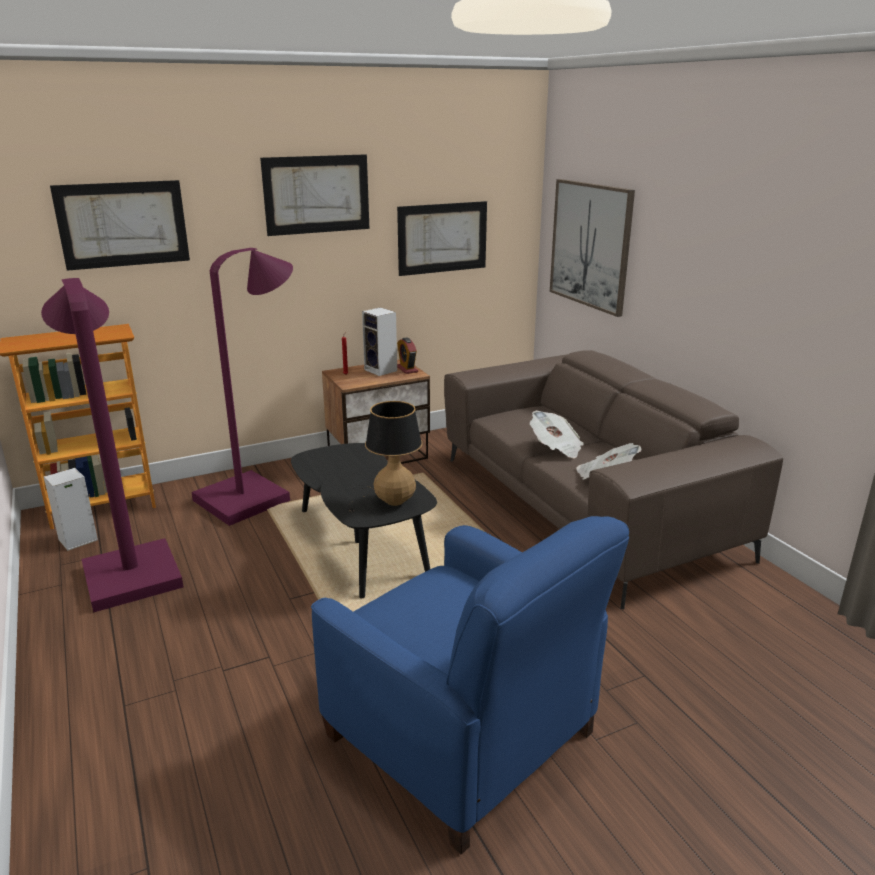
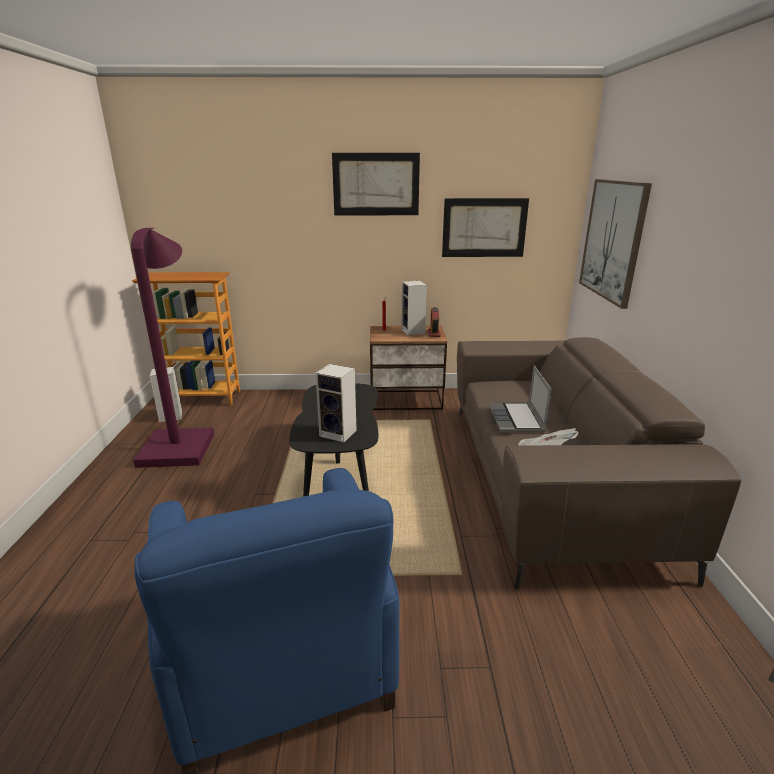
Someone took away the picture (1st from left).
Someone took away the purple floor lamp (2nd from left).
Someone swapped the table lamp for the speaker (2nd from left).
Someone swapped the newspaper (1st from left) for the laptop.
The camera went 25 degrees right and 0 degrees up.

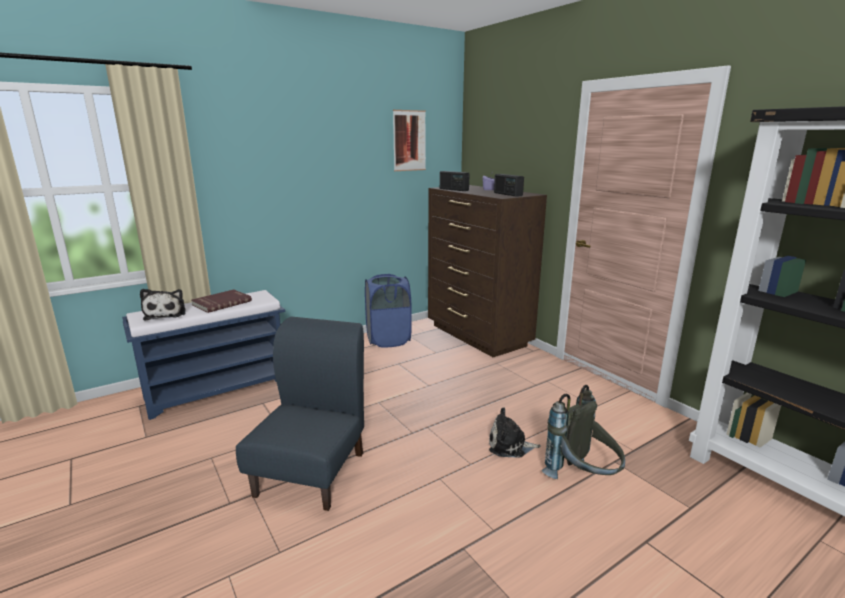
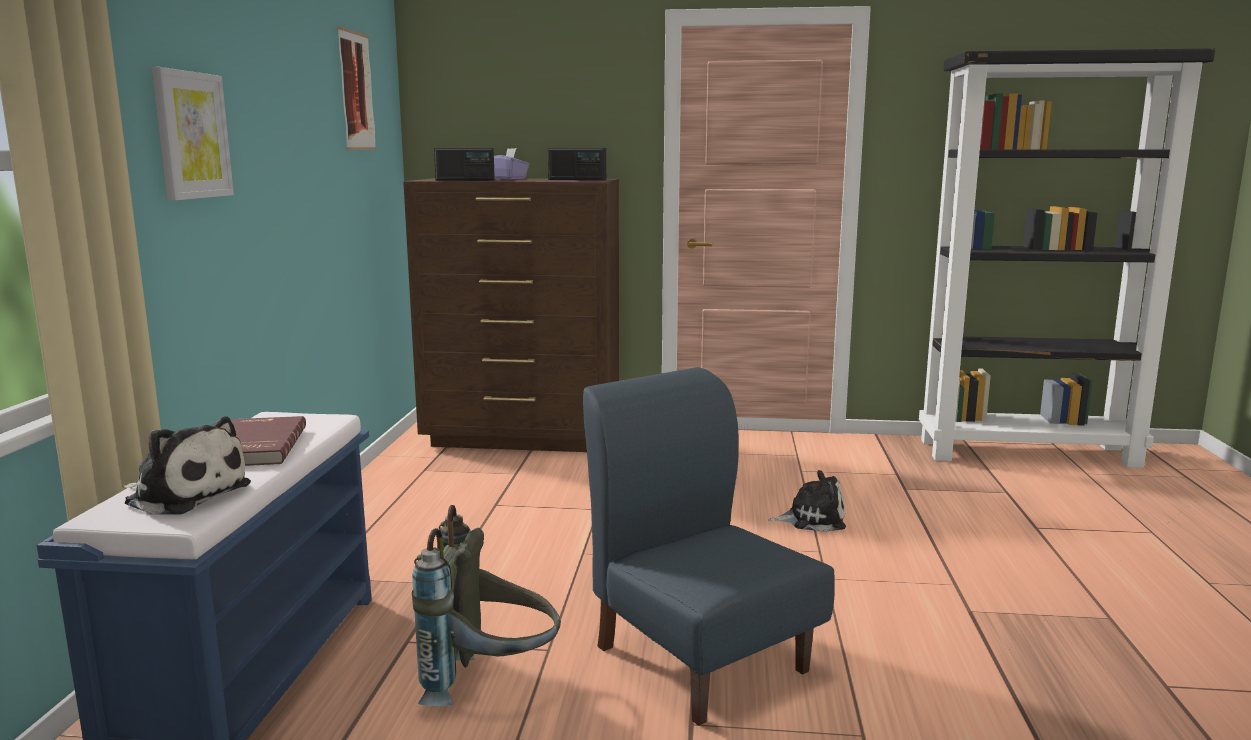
Someone took away the blue laundry basket.
Someone put up the picture (1st from left).
Someone carried the grey backpack.
Someone rotated the plush toy (2nd from left) by 135 degrees counterclockwise.
The camera went 50 degrees left and 5 degrees down.

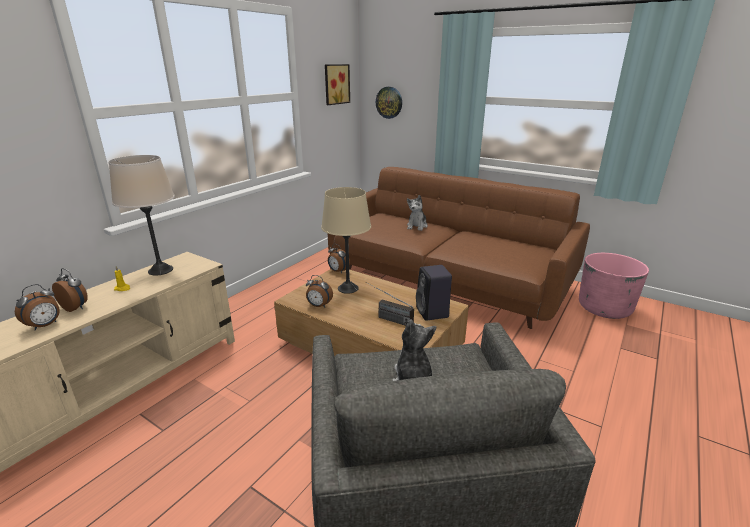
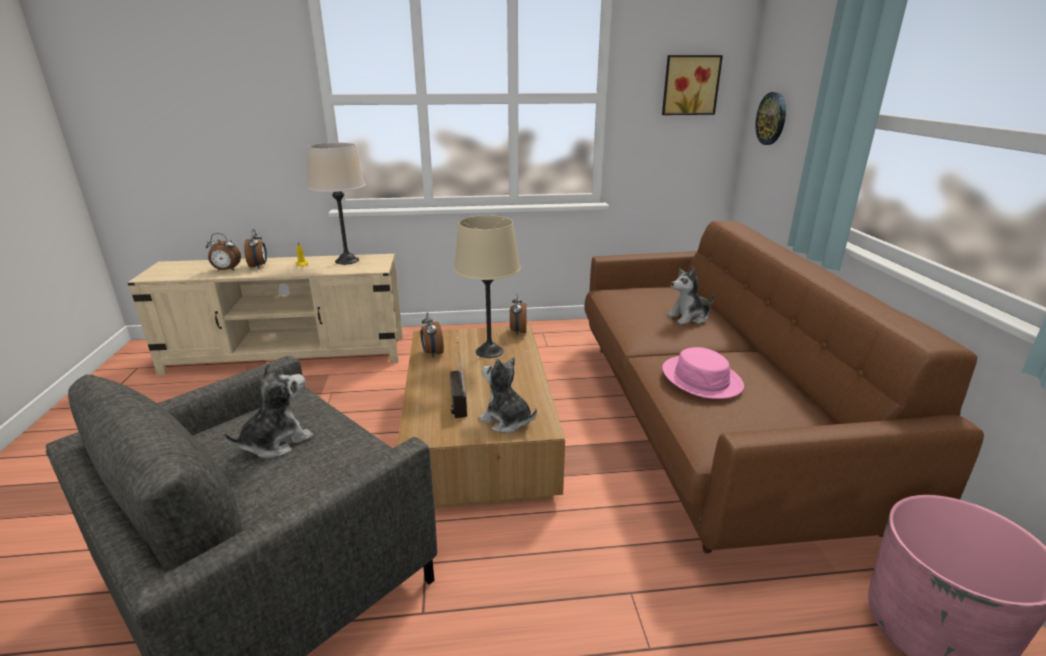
Someone put down the pink hat.
Someone swapped the black speaker for the plush toy (2nd from left).
The camera went 50 degrees right and 0 degrees up.

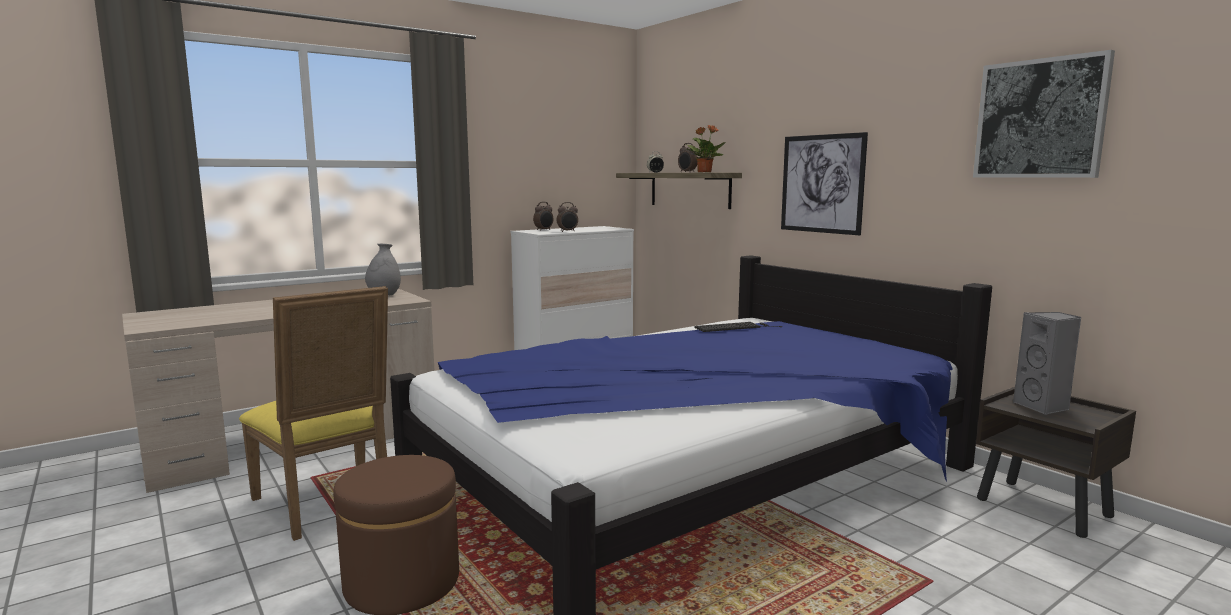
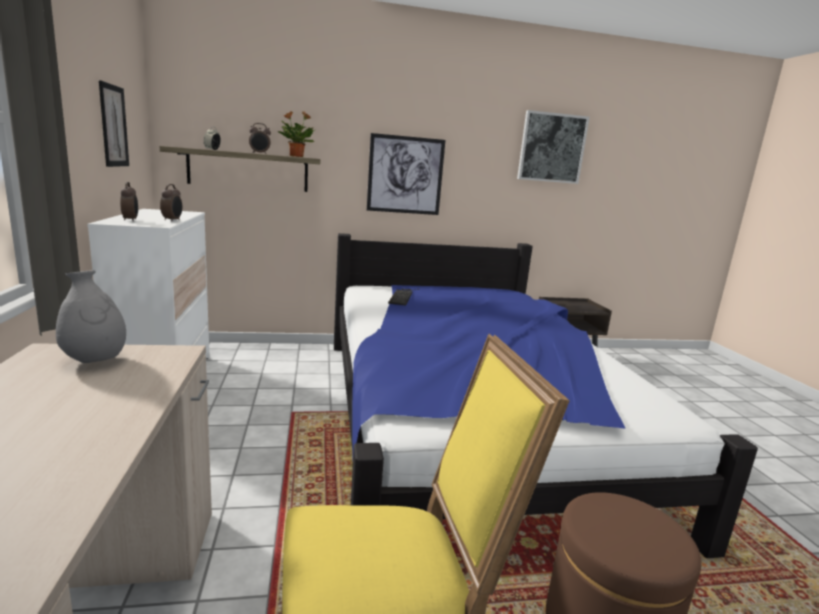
Someone took away the grey speaker.
Someone put up the picture (1st from left).
The camera went 65 degrees left and 5 degrees up.

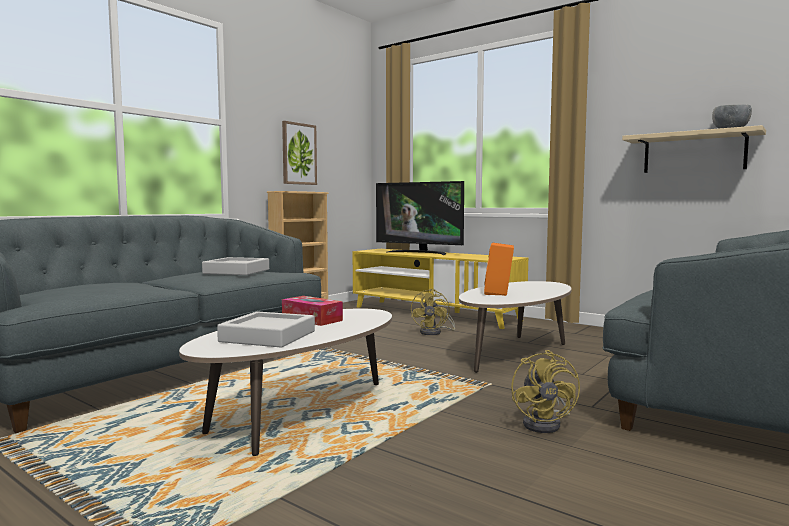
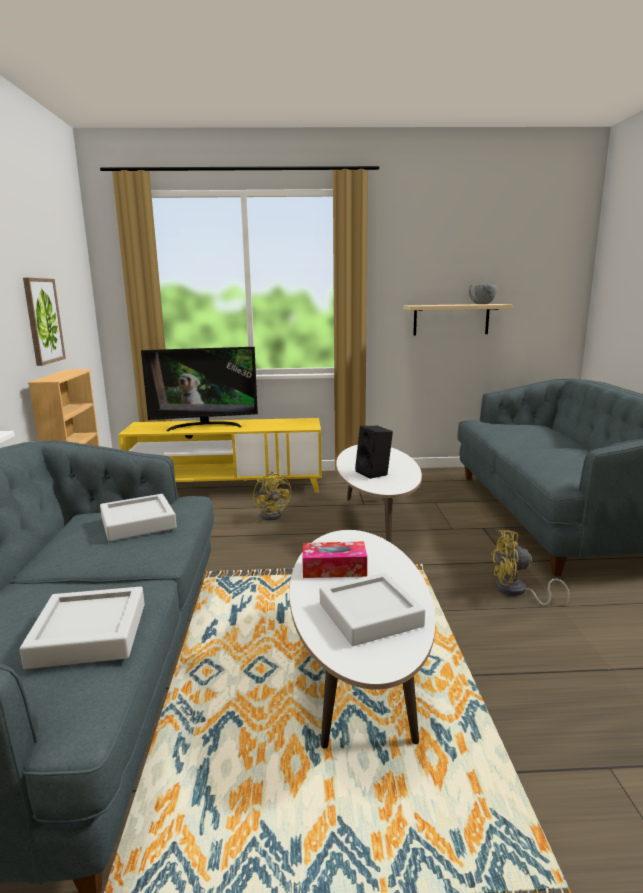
Someone put down the grey tray (1st from left).
Someone repainted the orange speaker, which became the black speaker.
Someone rotated the yellow fan (2nd from left) by 135 degrees clockwise.
The camera went 40 degrees left and 10 degrees up.

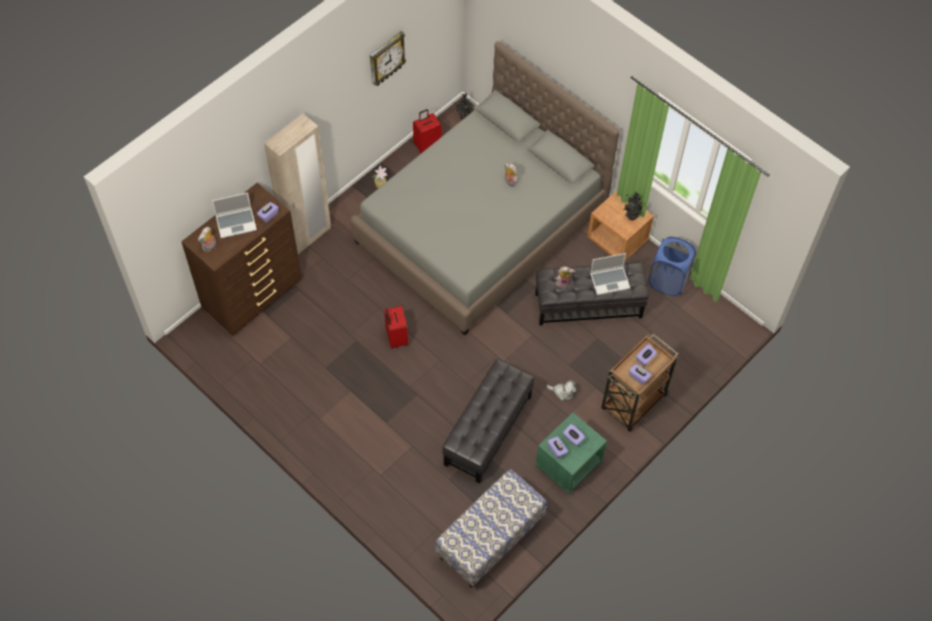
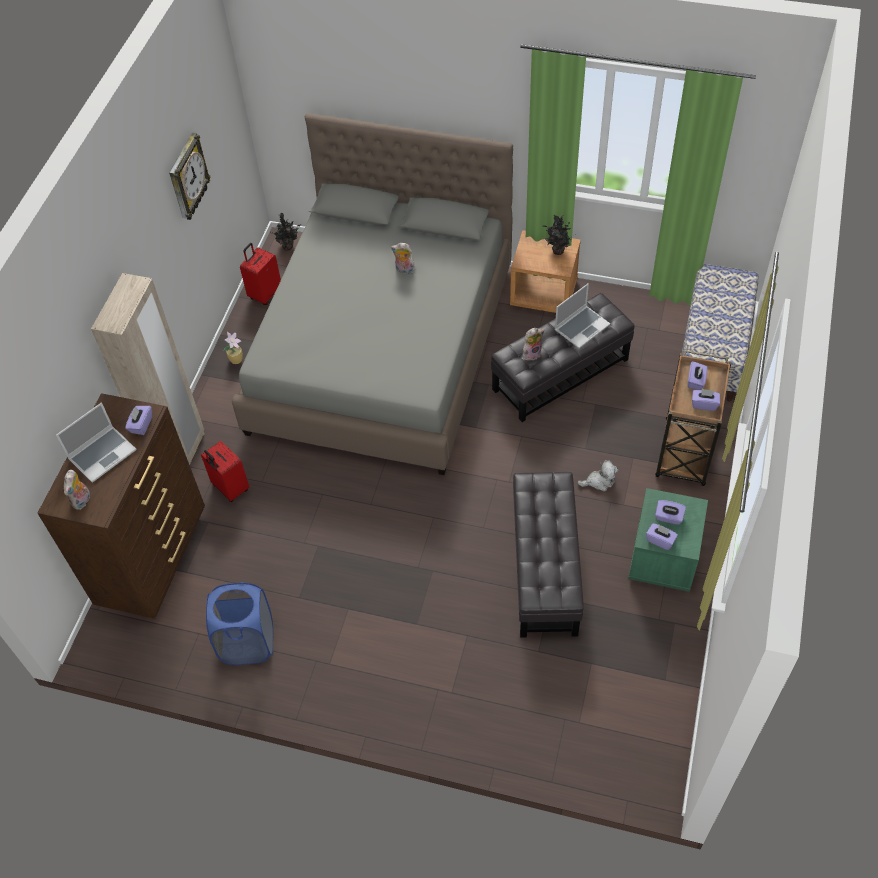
Someone carried the red suitcase (1st from left).
Someone carried the bench.
Someone carried the blue laundry basket.
The camera went 25 degrees left and 5 degrees down.

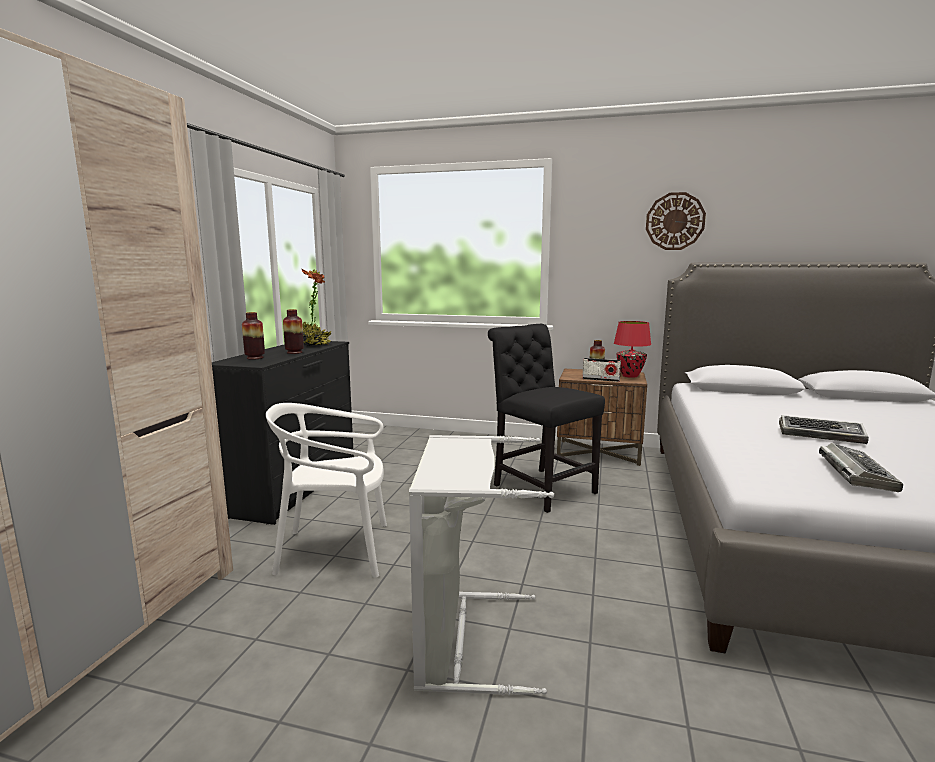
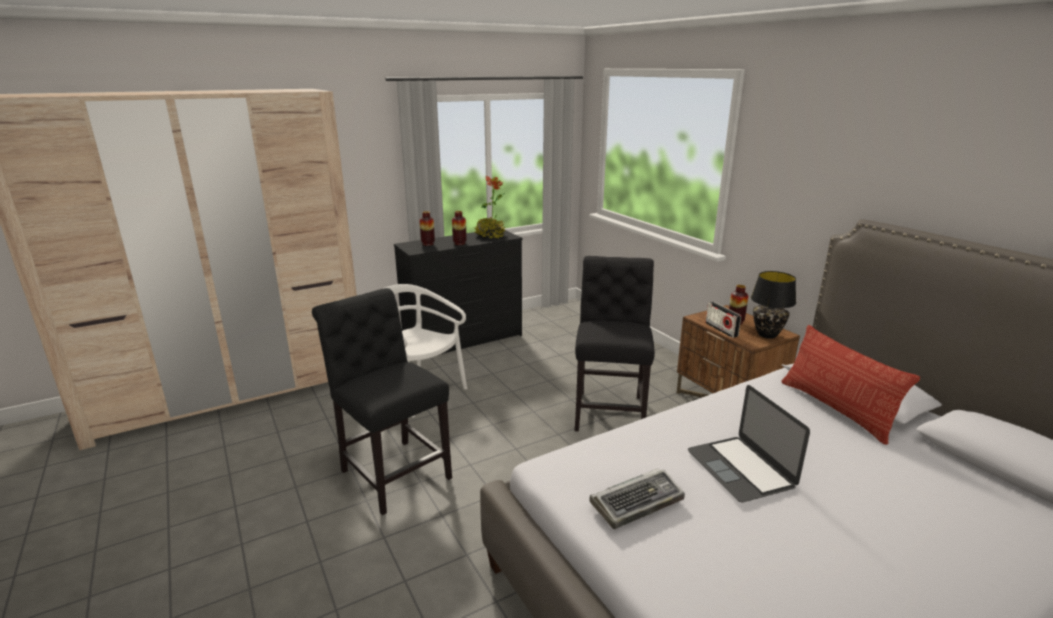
Someone took away the wall clock.
Someone put down the pillow.
Someone swapped the grey laundry basket for the black chair (1st from left).
Someone swapped the keyboard (1st from left) for the laptop.
Someone repainted the red table lamp, which became the black table lamp.
The camera went 45 degrees right and 10 degrees up.

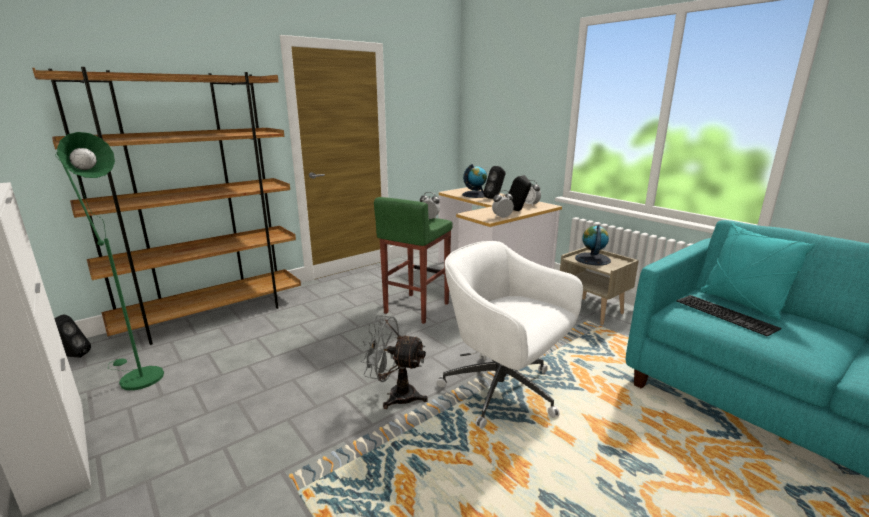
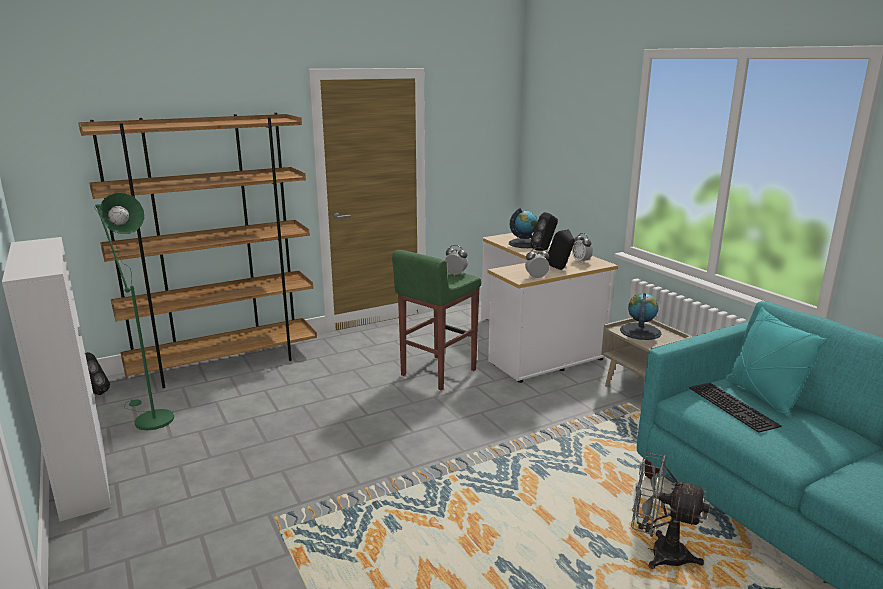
Someone took away the white office chair.
Someone carried the grey fan.
The camera went 10 degrees right and 0 degrees up.

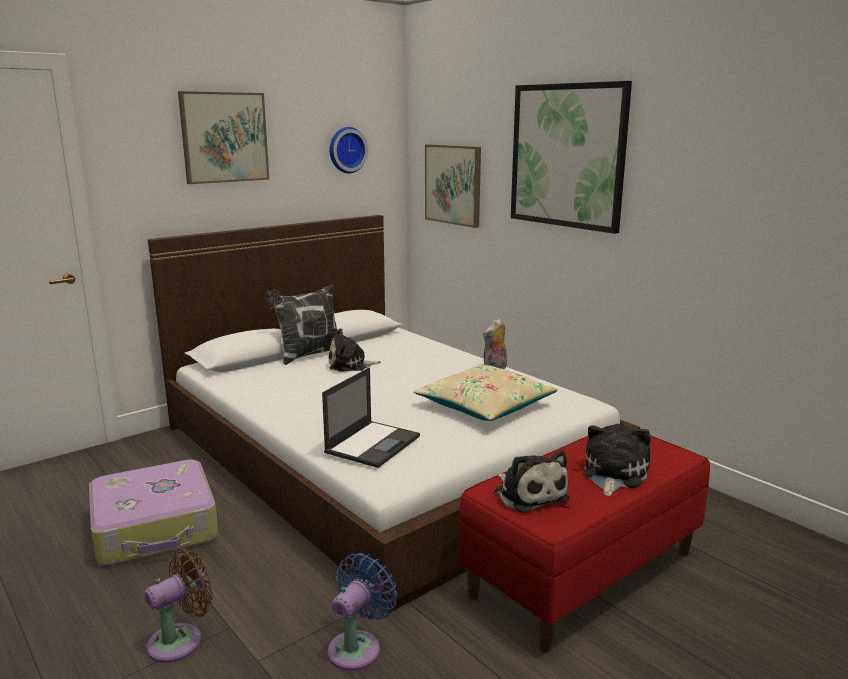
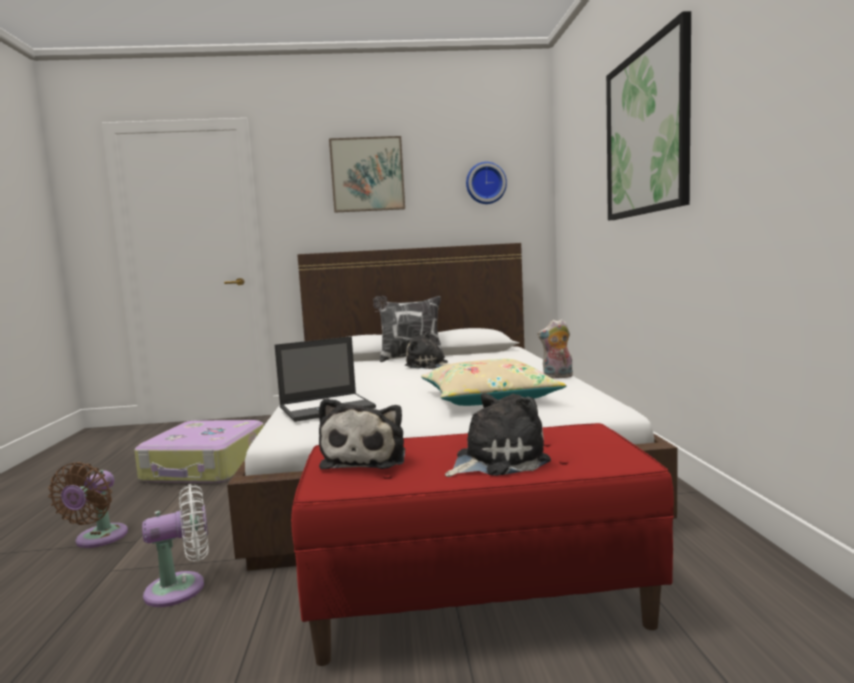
Someone took away the picture (2nd from left).
Someone repainted the blue fan, which became the white fan.
Someone rotated the brown fan by 105 degrees clockwise.
The camera went 35 degrees right and 10 degrees down.

